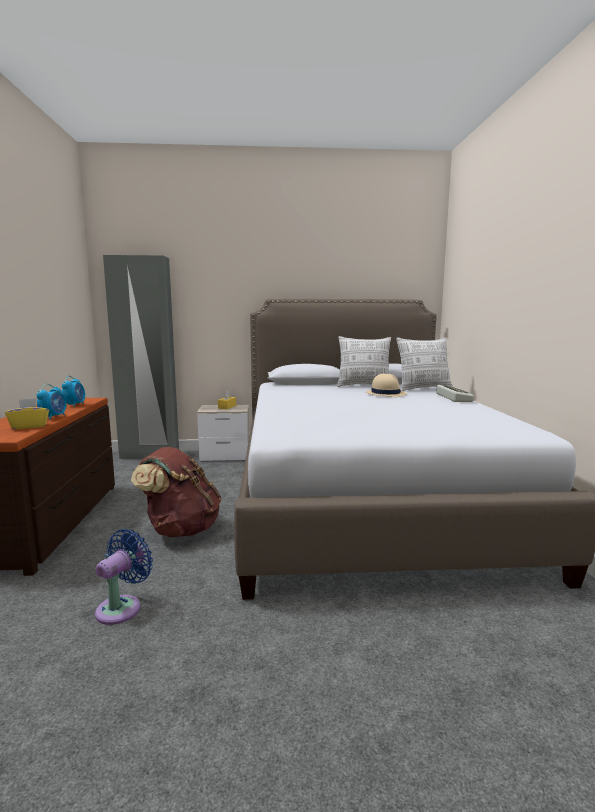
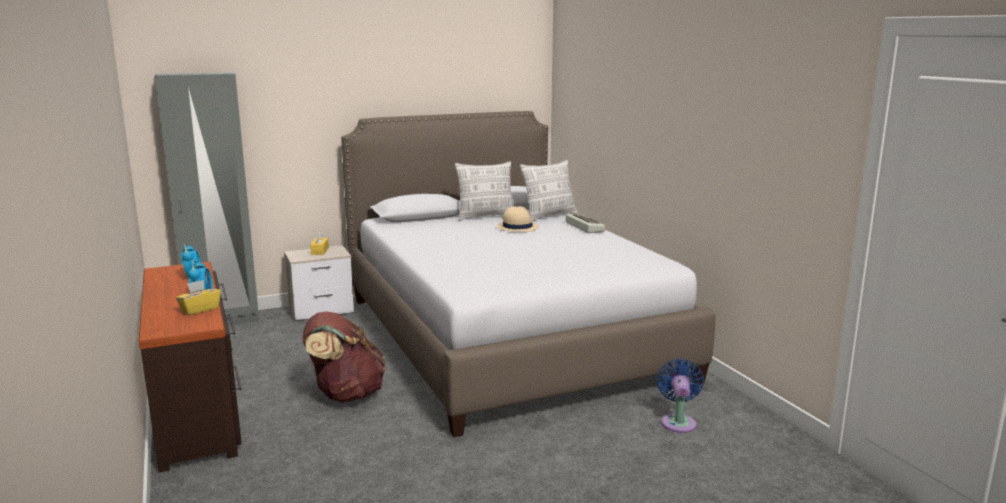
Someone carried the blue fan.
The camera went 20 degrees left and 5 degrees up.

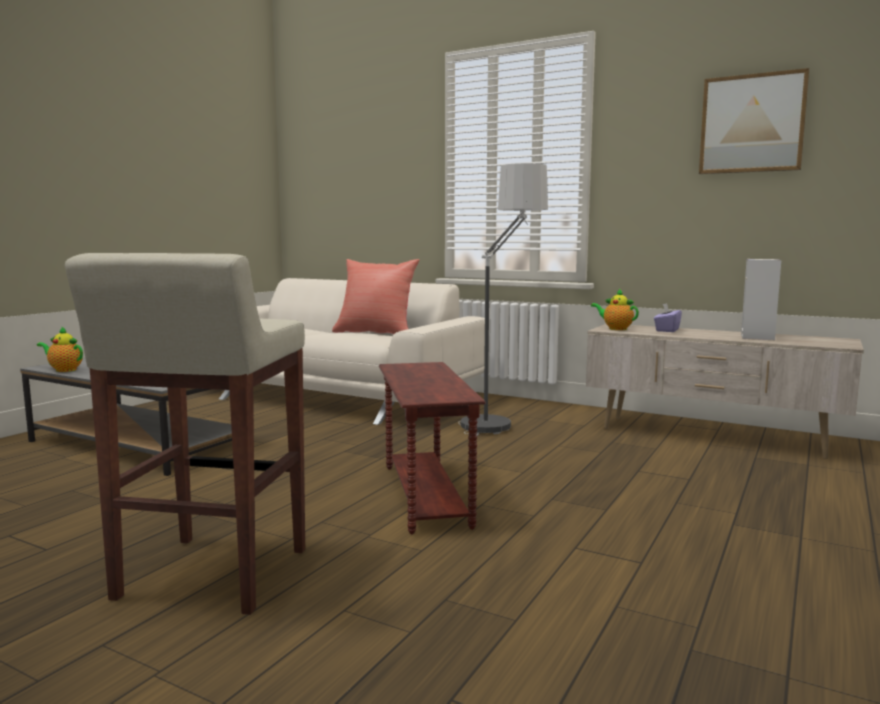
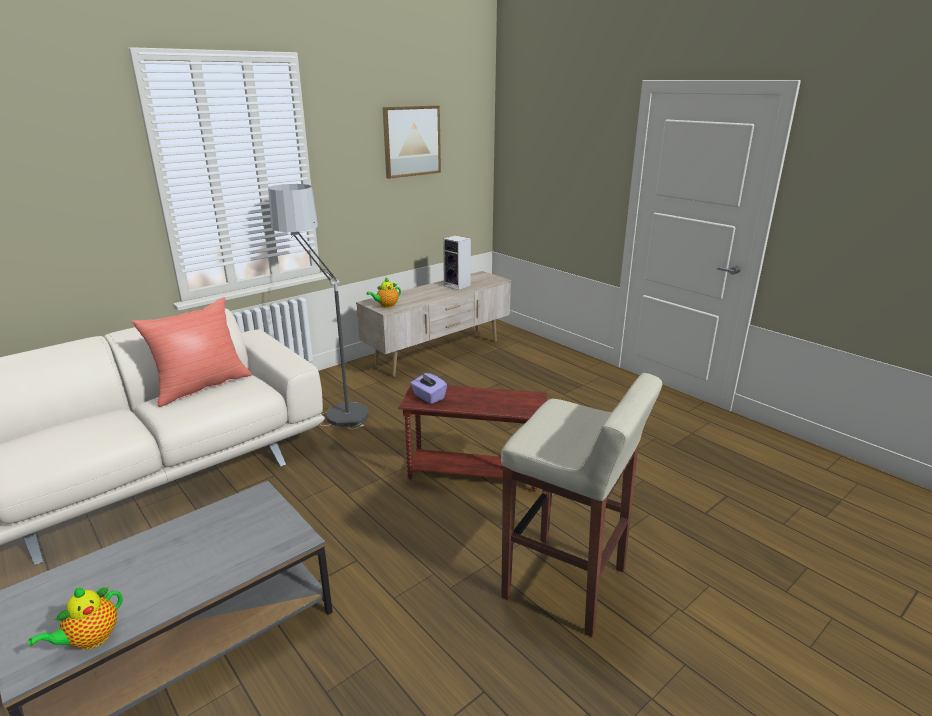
Someone carried the purple tissue box.
The camera went 70 degrees left and 15 degrees up.

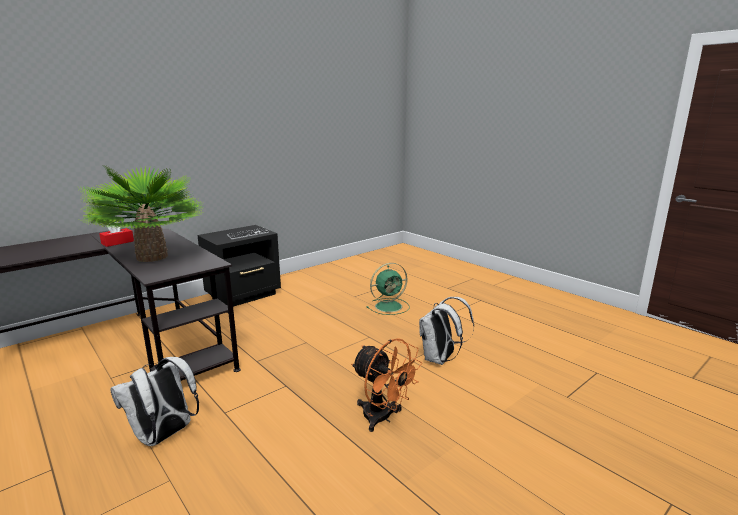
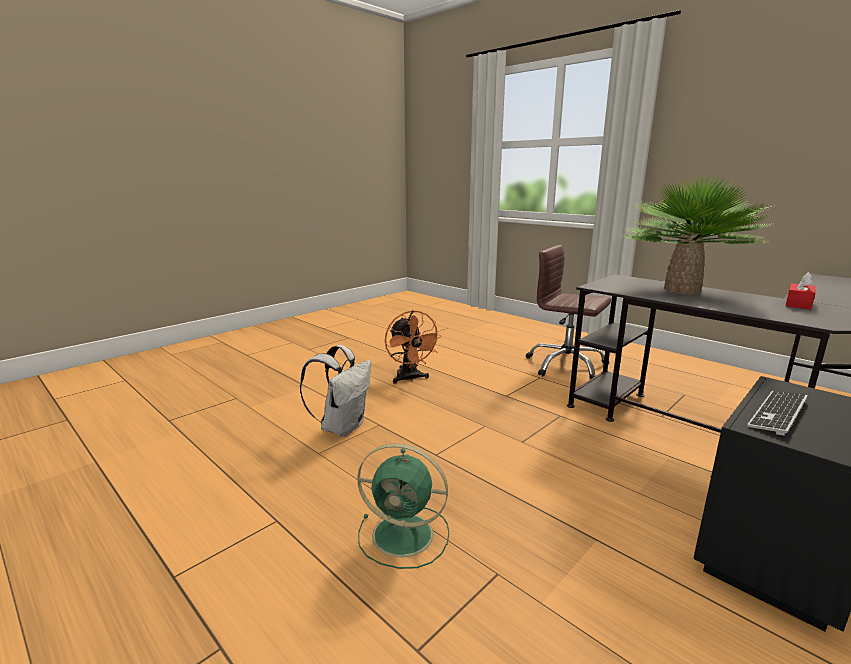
Someone swapped the white backpack (1st from left) for the brown office chair.
Someone rotated the orange fan by 150 degrees counterclockwise.
Someone rotated the green fan by 135 degrees counterclockwise.
The camera went 175 degrees right and 0 degrees up.

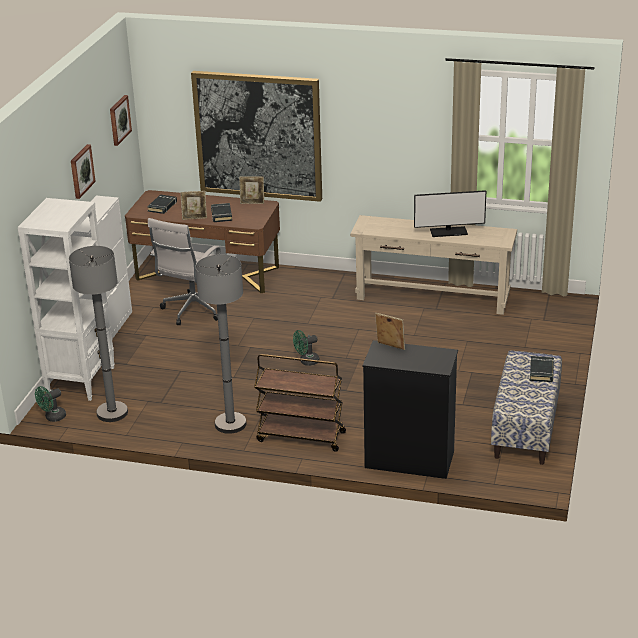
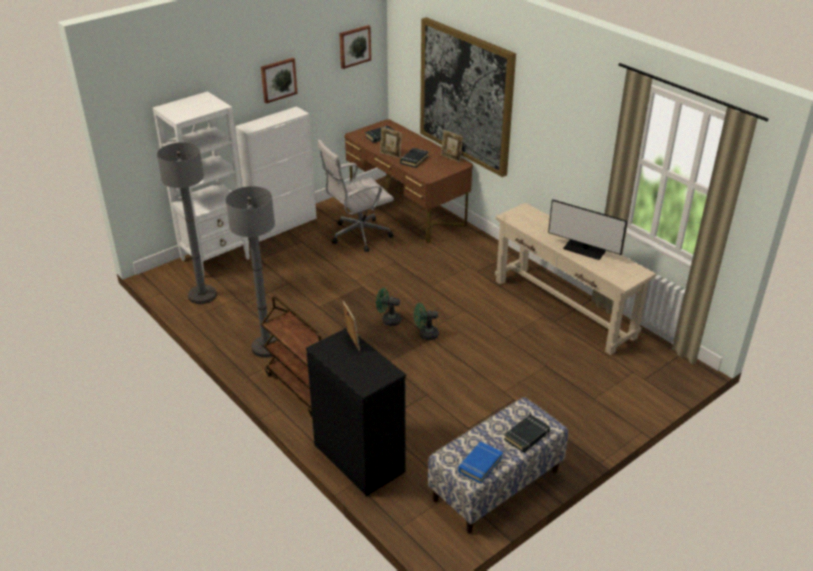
Someone put down the blue book.
Someone carried the green fan (1st from left in the first image).
The camera went 35 degrees right and 5 degrees up.

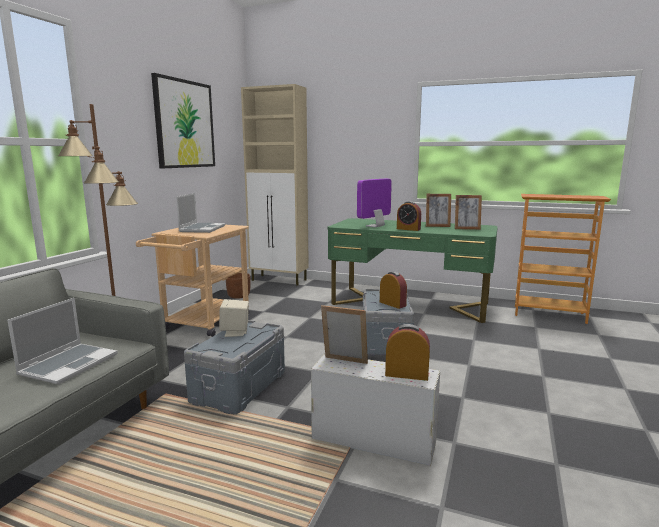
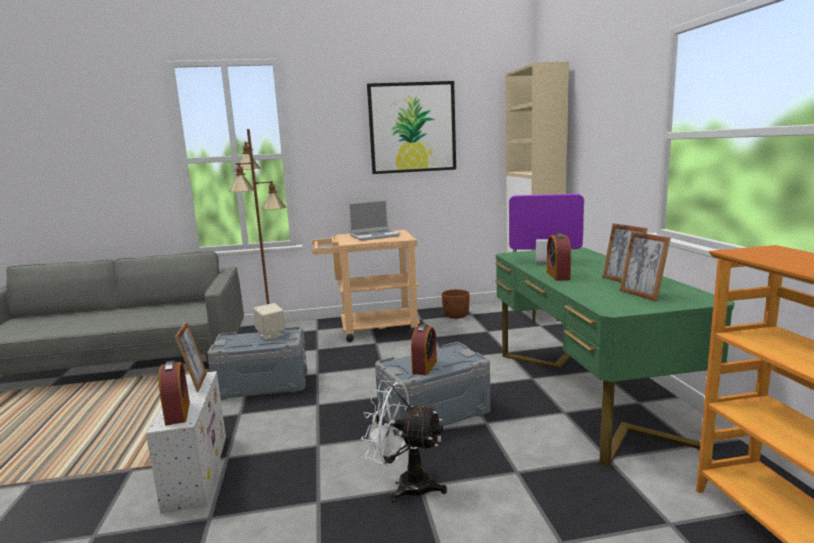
Someone took away the laptop (1st from left).
Someone put down the white fan.
The camera went 60 degrees right and 0 degrees up.

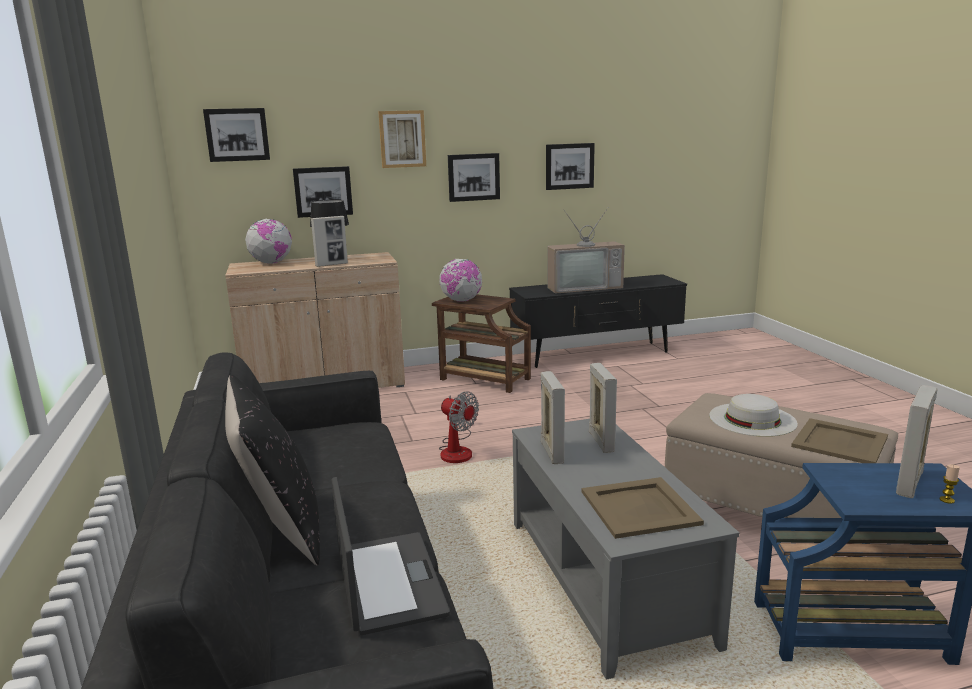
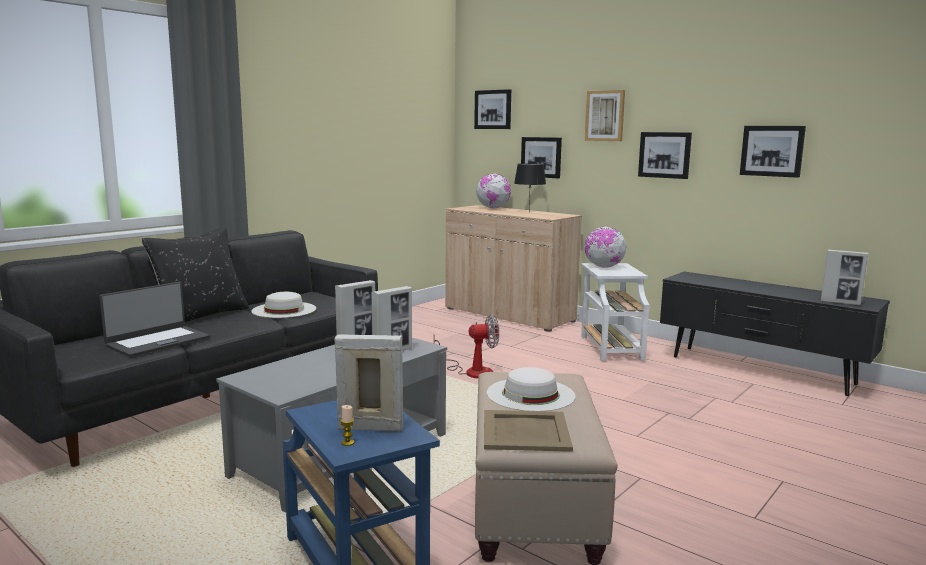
Someone took away the television.
Someone took away the beige tray (1st from left).
Someone put down the white hat (1st from left).
Someone carried the picture frame (1st from left in the first image).
Someone repainted the brown side table, which became the white side table.
Someone rotated the fan by 105 degrees counterclockwise.
The camera went 55 degrees right and 5 degrees down.

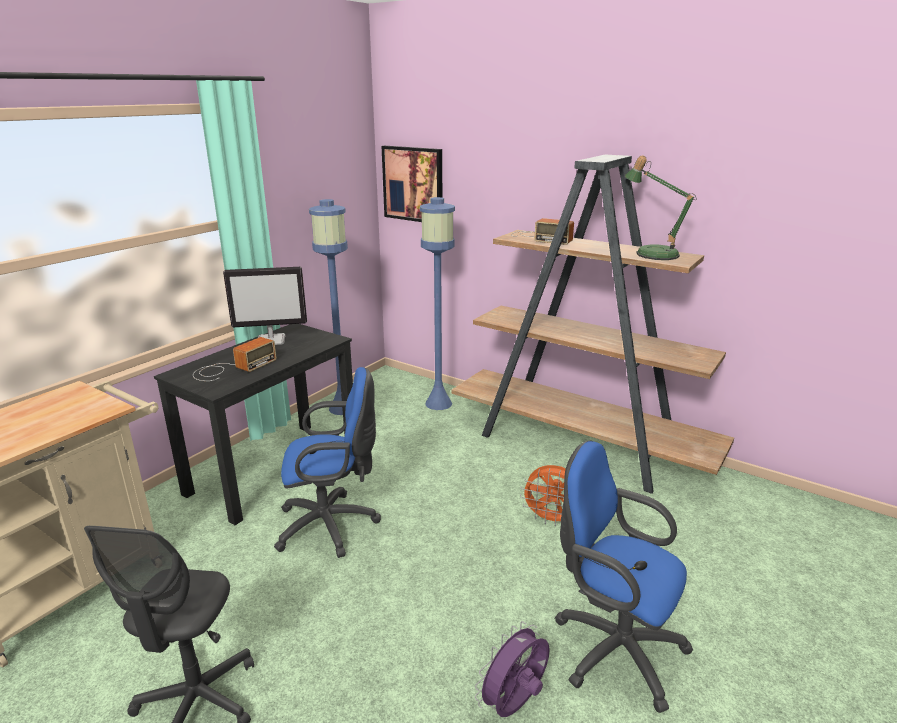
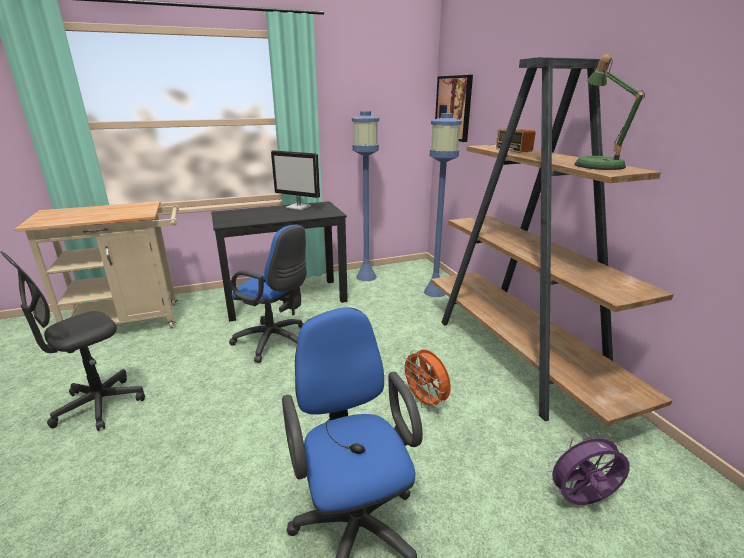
Someone took away the radio (1st from left).
Someone carried the purple fan.
The camera went 35 degrees right and 0 degrees up.

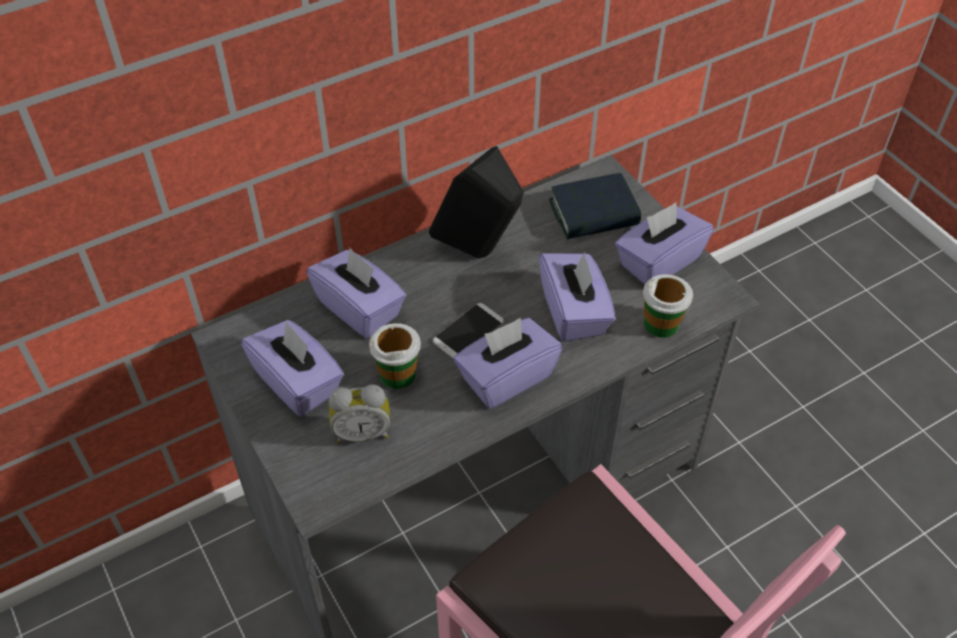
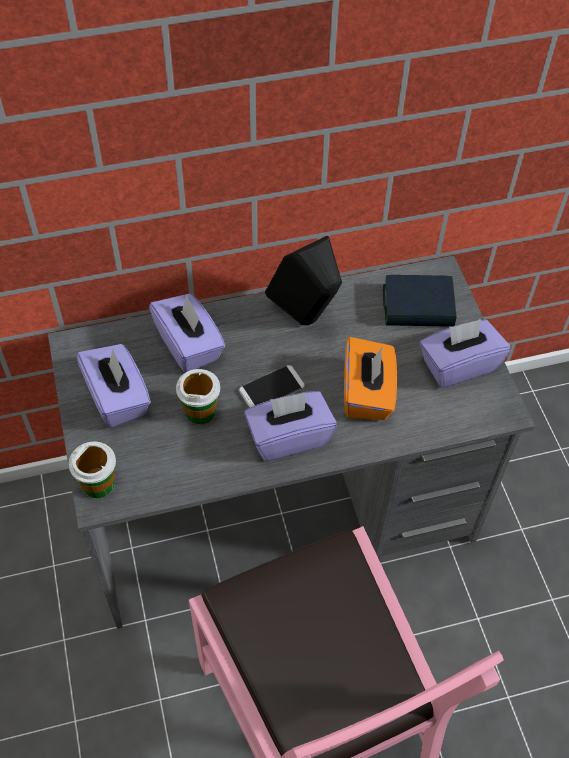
Someone took away the alarm clock.
Someone carried the cup (2nd from left in the first image).
Someone repainted the purple tissue box (4th from left), which became the orange tissue box.
The camera went 15 degrees right and 5 degrees up.

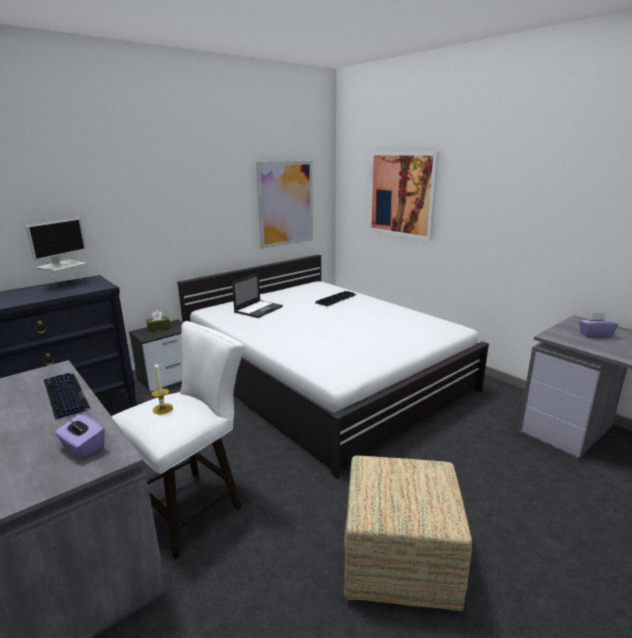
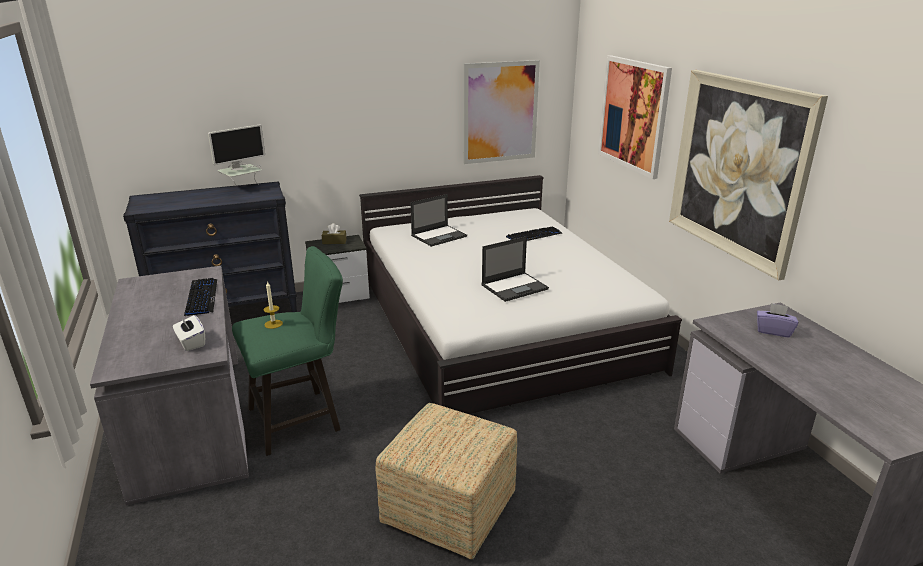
Someone put down the laptop (2nd from left).
Someone put up the picture (3rd from left).
Someone repainted the purple tissue box (1st from left), which became the white tissue box.
Someone repainted the white stool, which became the green stool.
The camera went 20 degrees right and 5 degrees up.

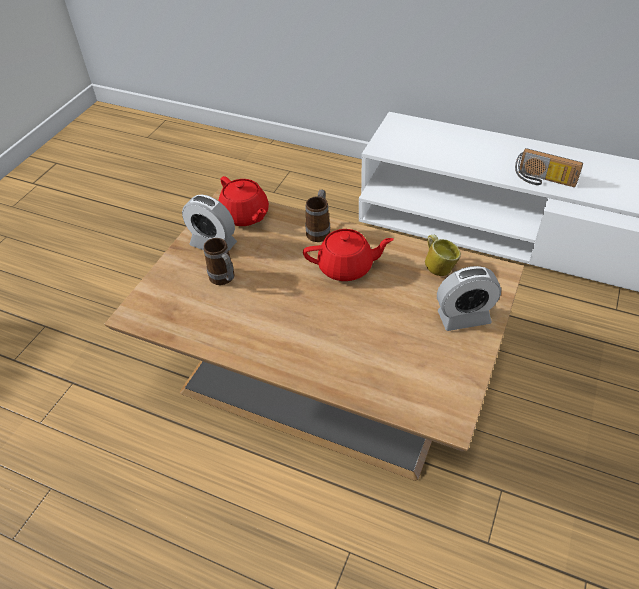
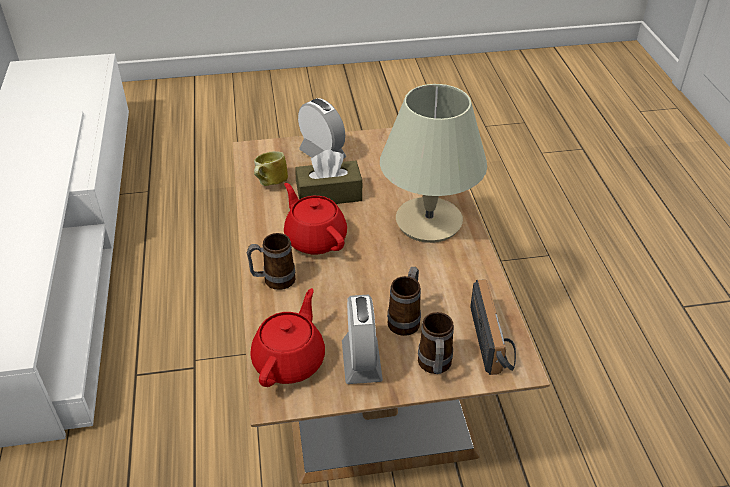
Someone put down the brown tissue box.
Someone put down the beige table lamp.
Someone put down the mug (4th from left).
Someone carried the radio.
The camera went 125 degrees left and 5 degrees down.

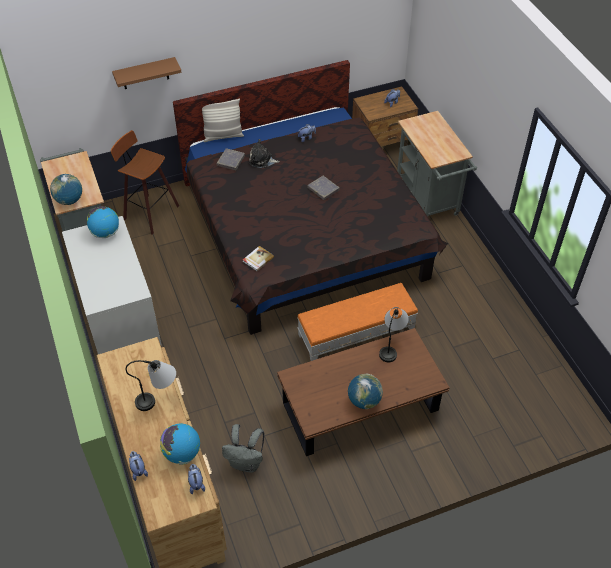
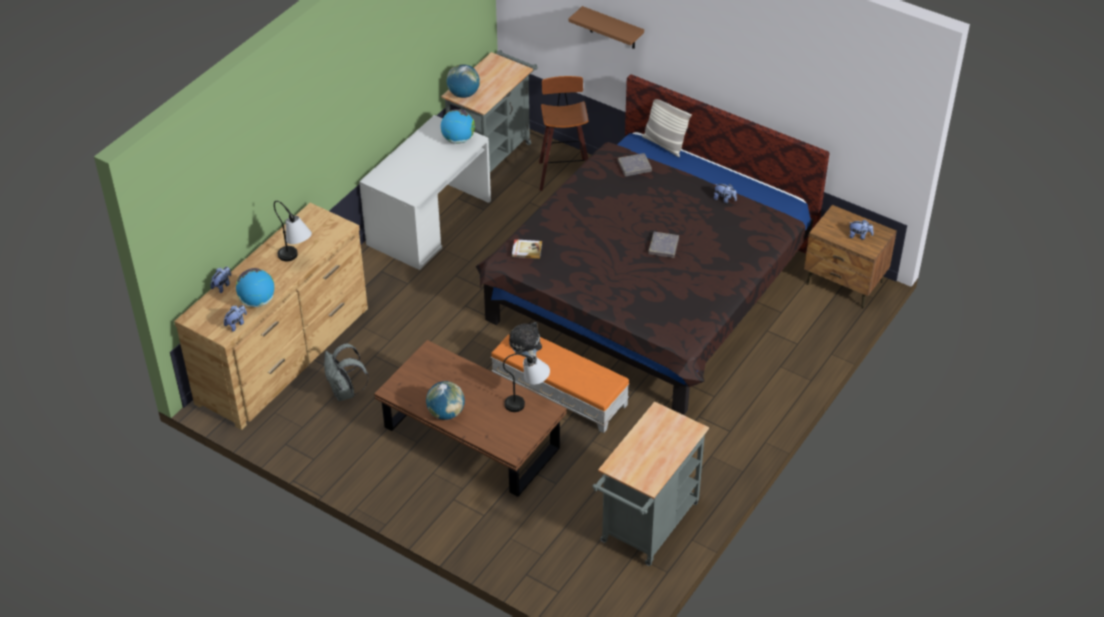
Someone carried the plush toy (3rd from left).
Someone carried the grey cart (2nd from left).
The camera went 55 degrees right and 5 degrees down.

